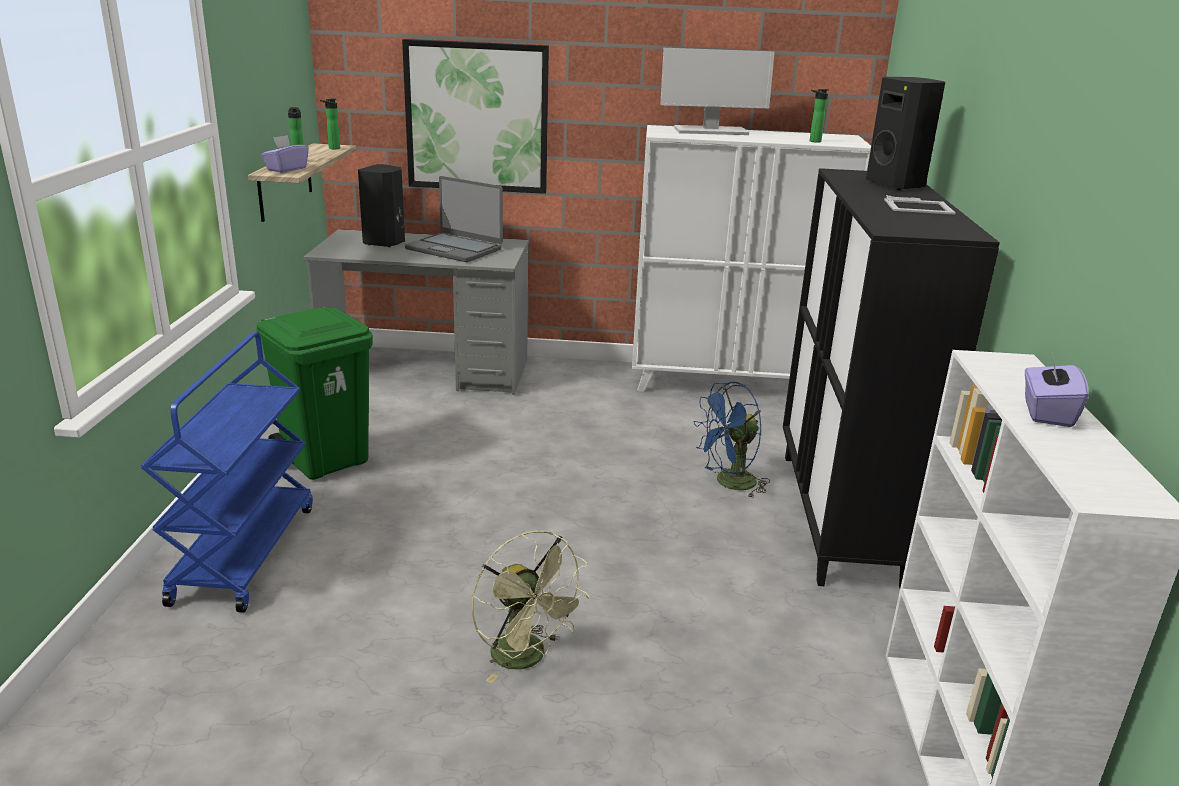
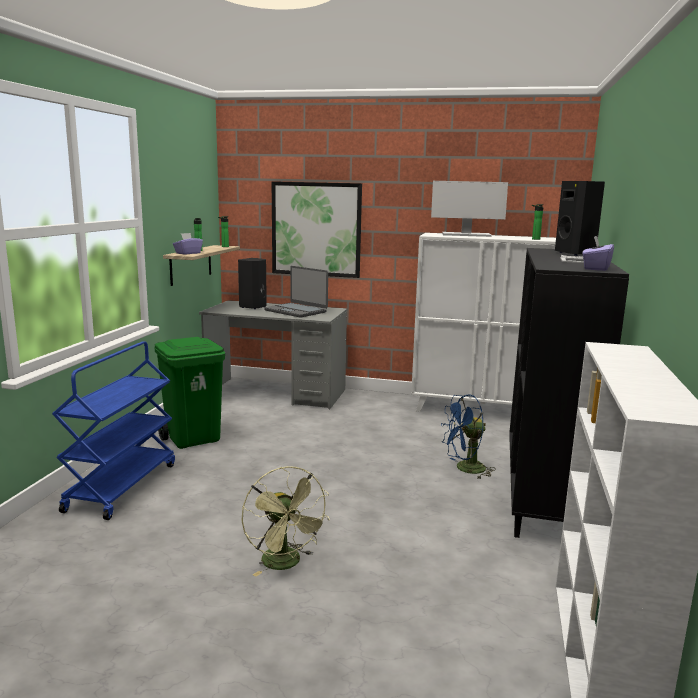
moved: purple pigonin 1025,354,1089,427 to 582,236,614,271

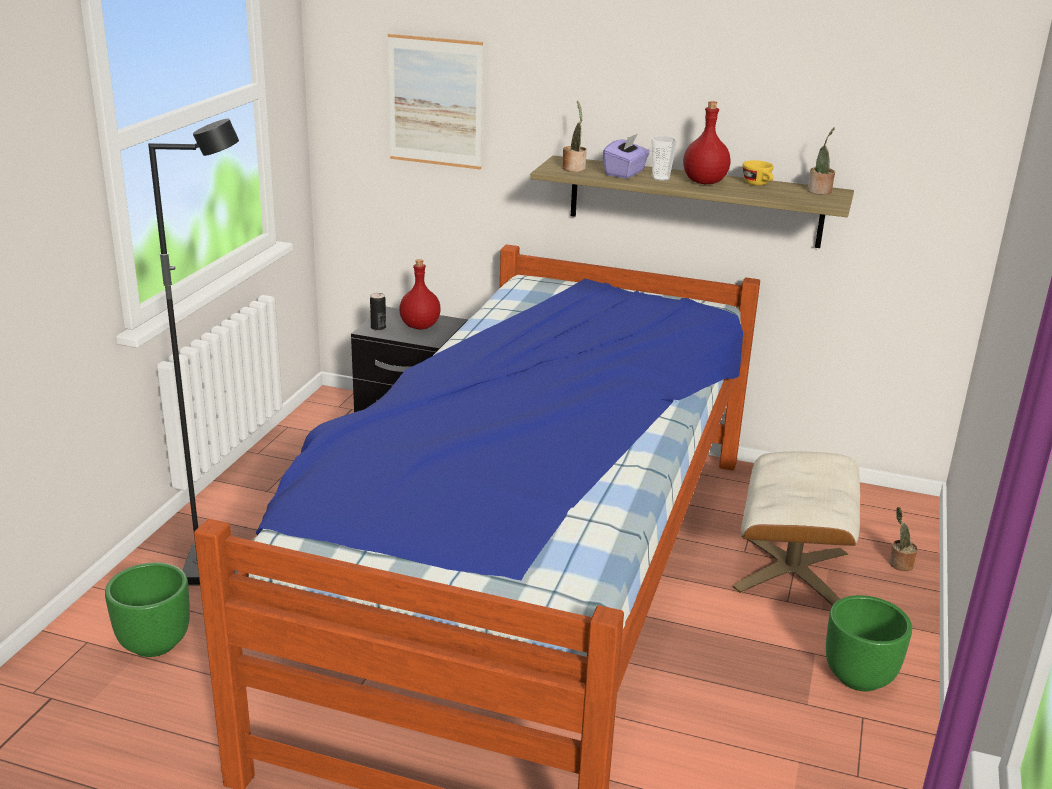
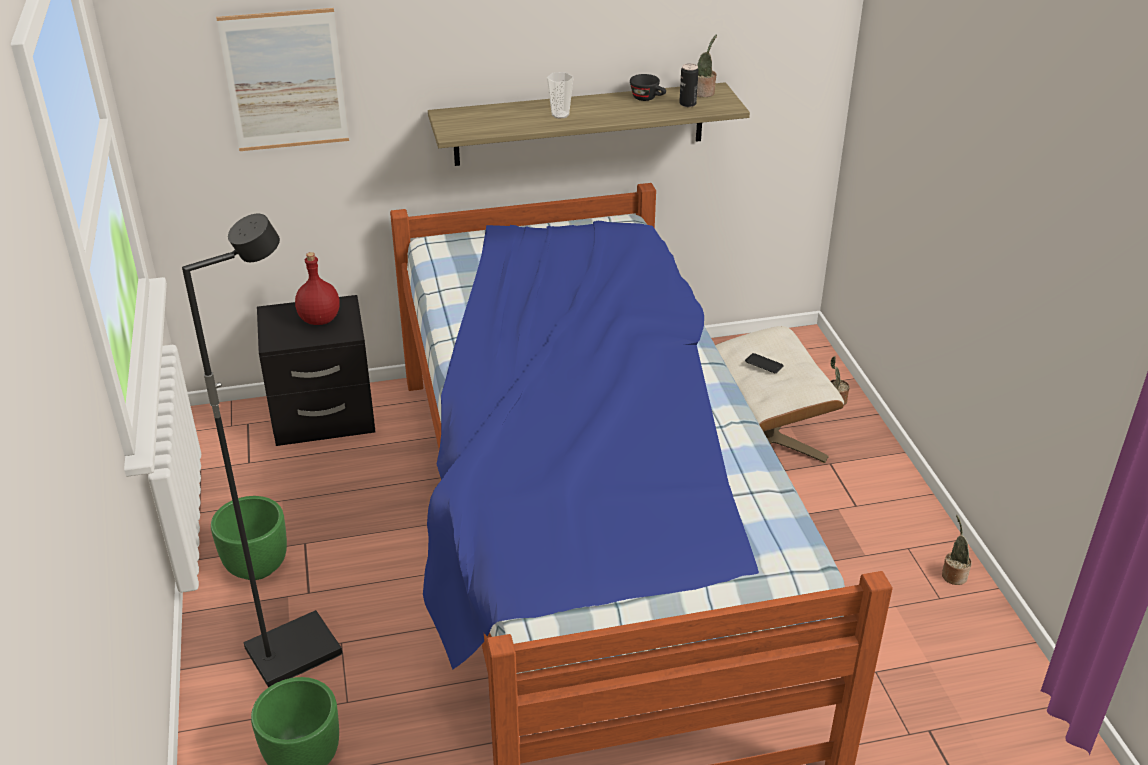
removed: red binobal 683,101,730,184; purple pigonin 603,134,650,179
added: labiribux 745,353,784,373
moved: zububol 562,101,587,172 to 942,515,972,585; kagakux 370,293,386,331 to 679,63,698,107; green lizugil 826,595,912,691 to 211,496,287,580
recoloured: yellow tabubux 743,160,774,186 to black tabubux 630,74,666,101

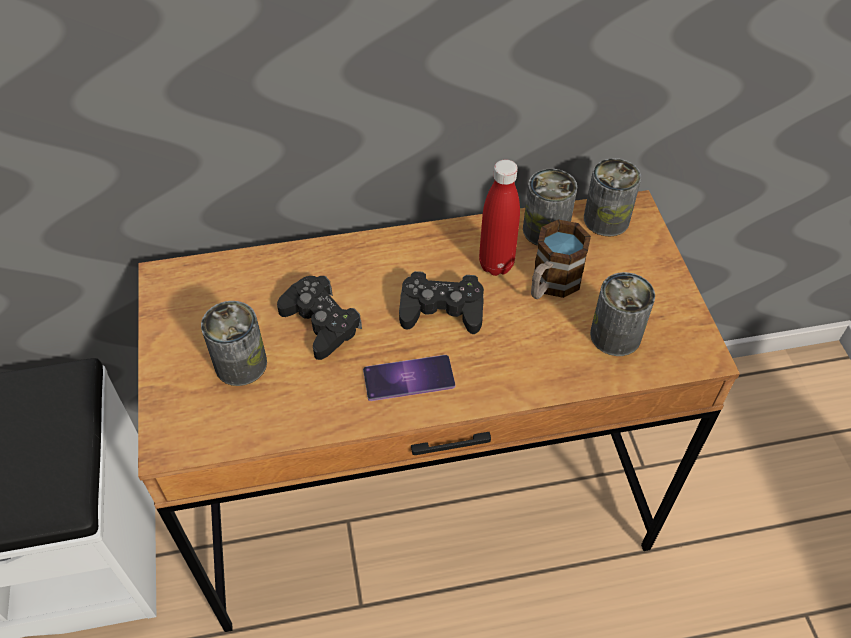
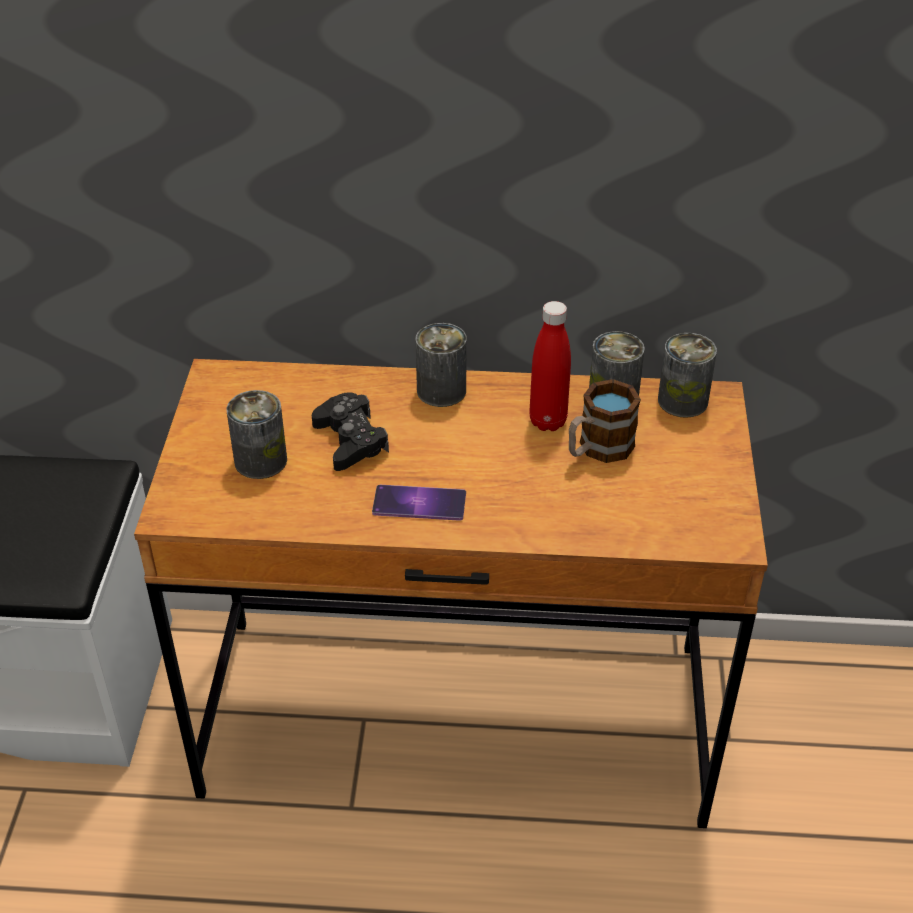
removed: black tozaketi 399,271,484,334
moved: kagakux 590,272,655,356 to 416,323,467,407

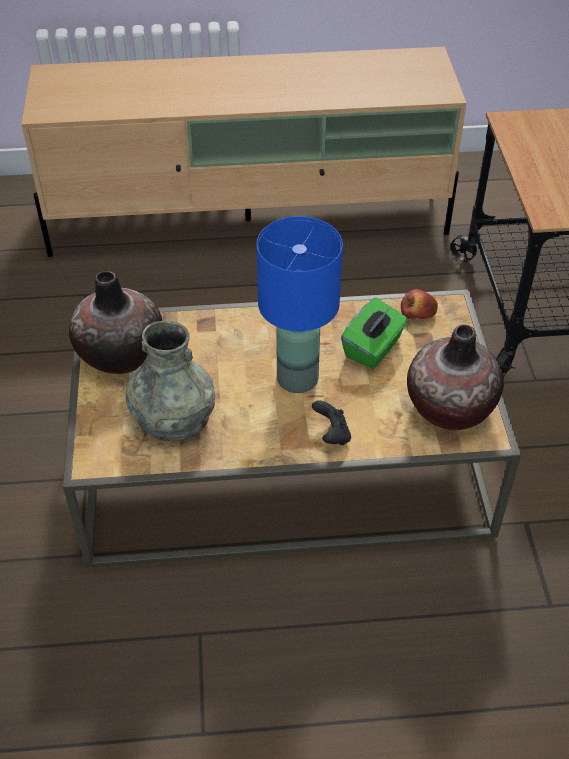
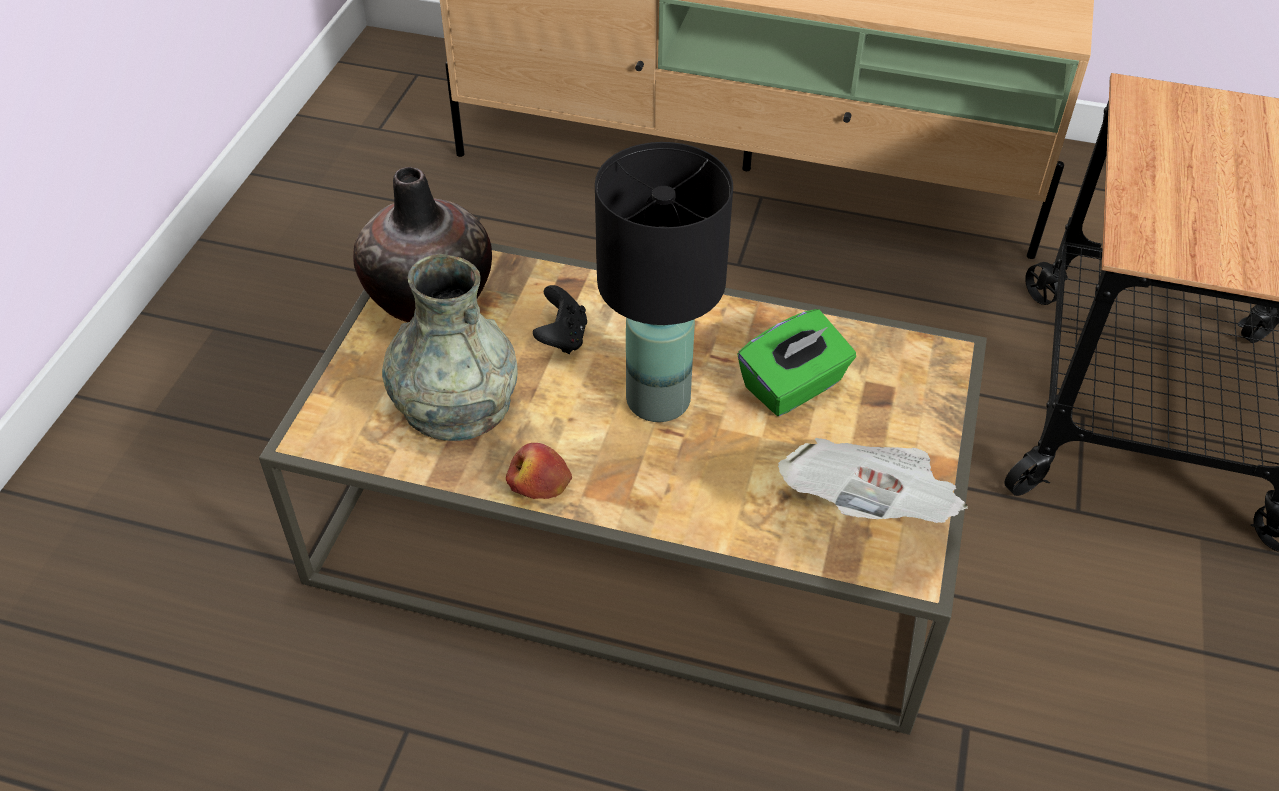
moved: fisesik 401,289,438,319 to 506,443,572,499; black tozaketi 312,400,351,445 to 533,285,587,354
replaced: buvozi 407,325,504,430 to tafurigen 778,438,968,523
recoloured: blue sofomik 256,216,343,393 to black sofomik 595,142,733,422

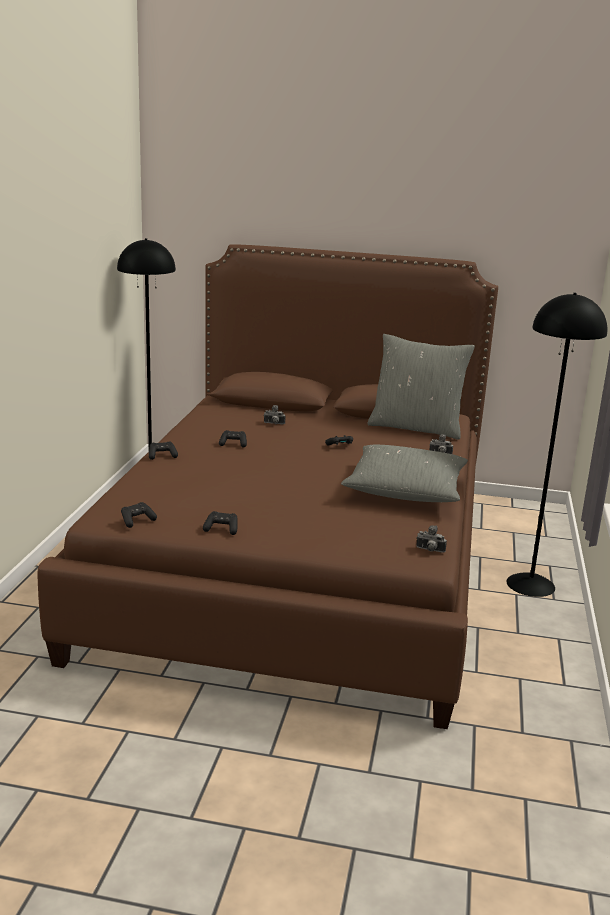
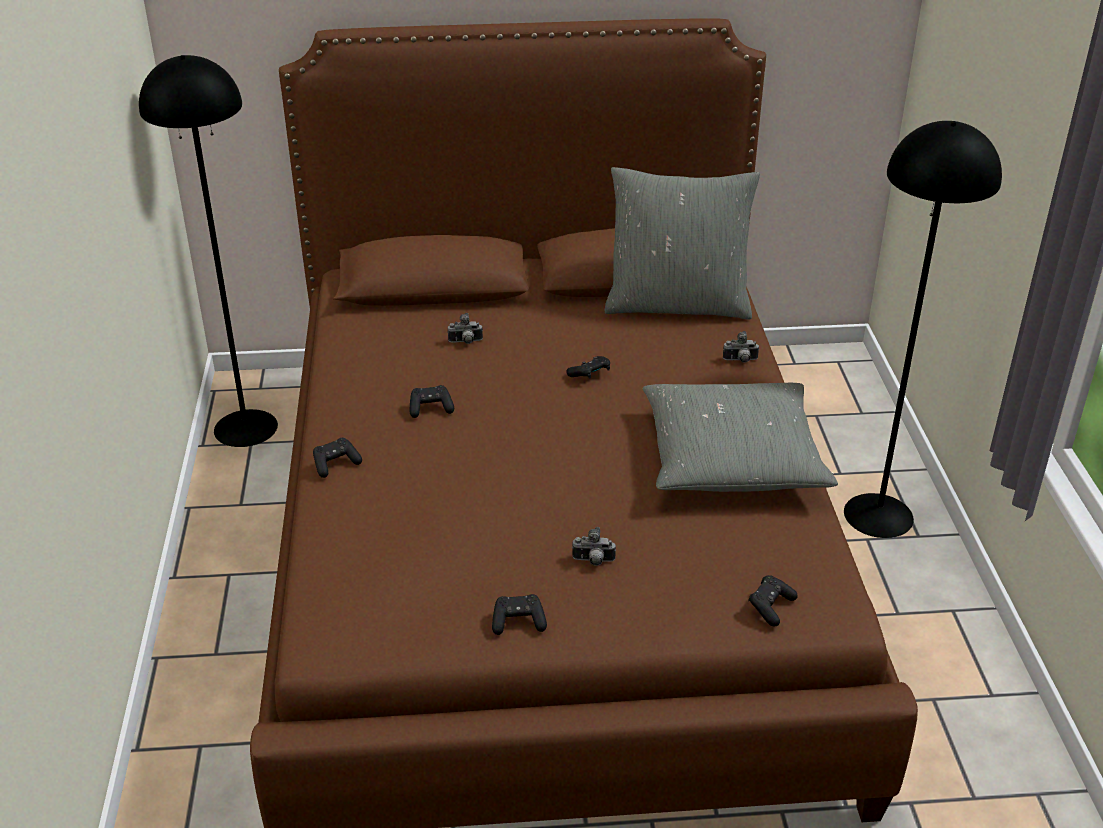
moved: black tozaketi 121,502,157,528 to 748,575,798,626; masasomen 416,525,447,553 to 572,527,616,566

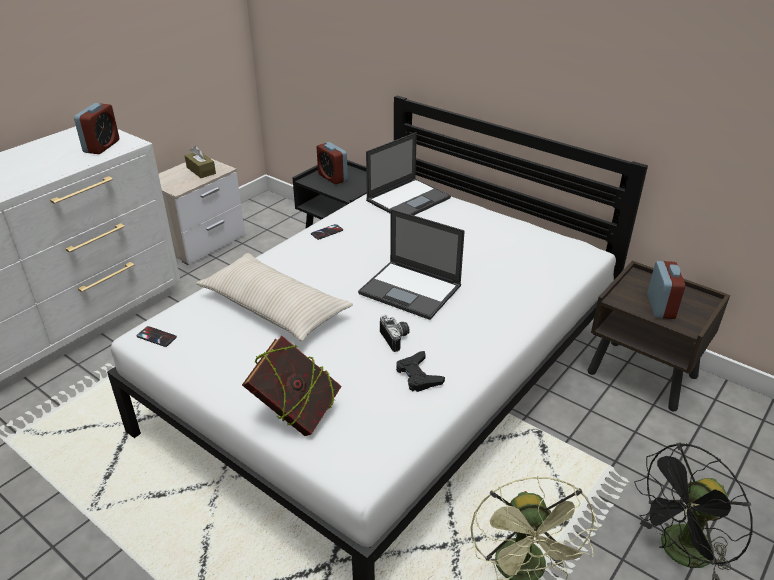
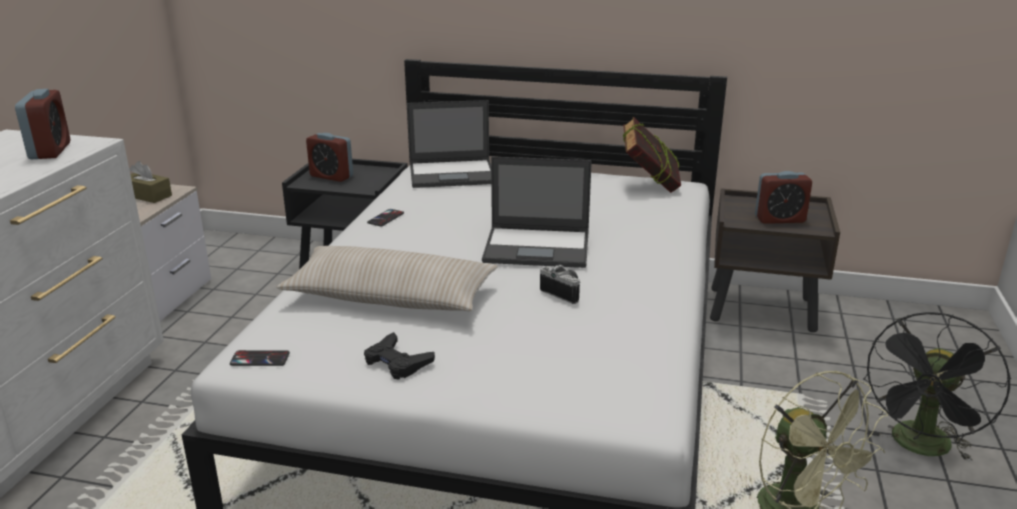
moved: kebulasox 242,336,342,436 to 623,117,681,193; black tozaketi 396,351,445,392 to 364,332,435,380
turned: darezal 366,132,451,215 = 407,100,491,188 60 degrees clockwise; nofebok 647,261,685,319 = 755,171,812,224 105 degrees clockwise

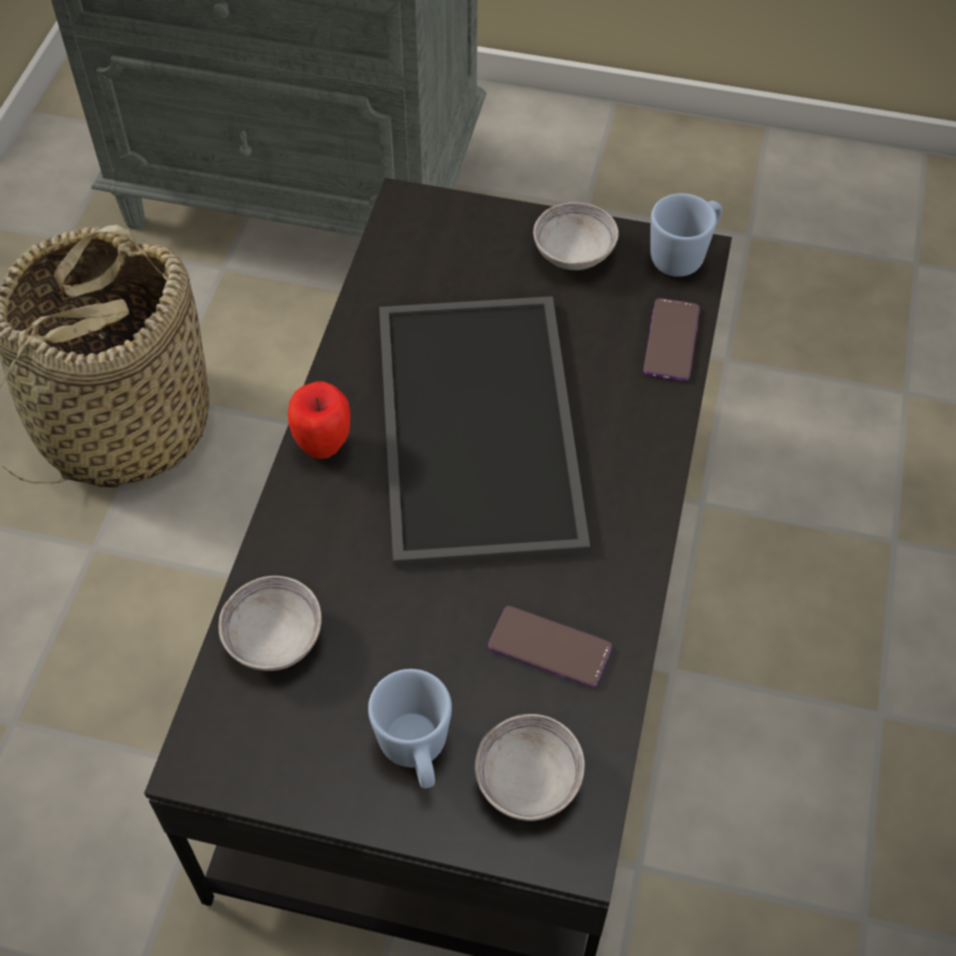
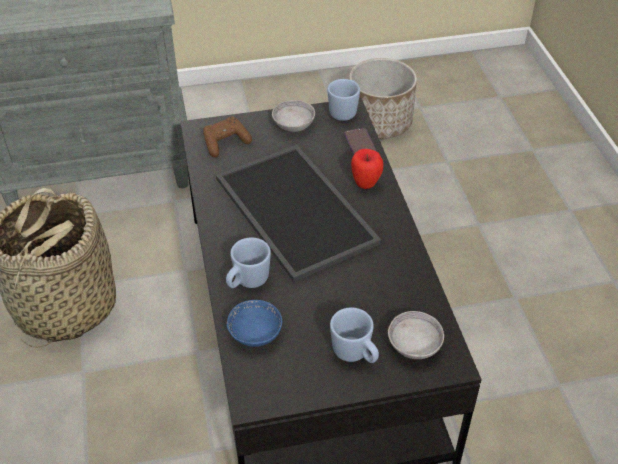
removed: labiribux 488,606,612,687
added: lizugil 349,58,417,139; brown tozaketi 203,117,252,157; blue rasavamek 226,238,271,288
moved: fisesik 288,382,350,459 to 351,149,383,189
recoloured: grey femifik 219,576,322,671 to blue femifik 227,300,282,347

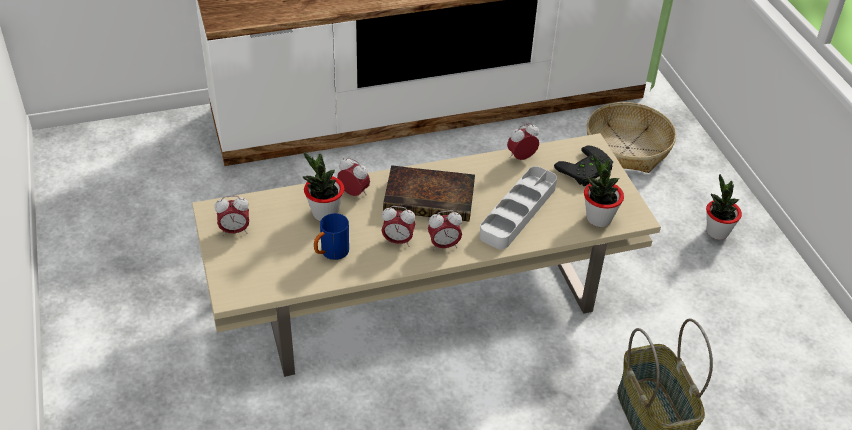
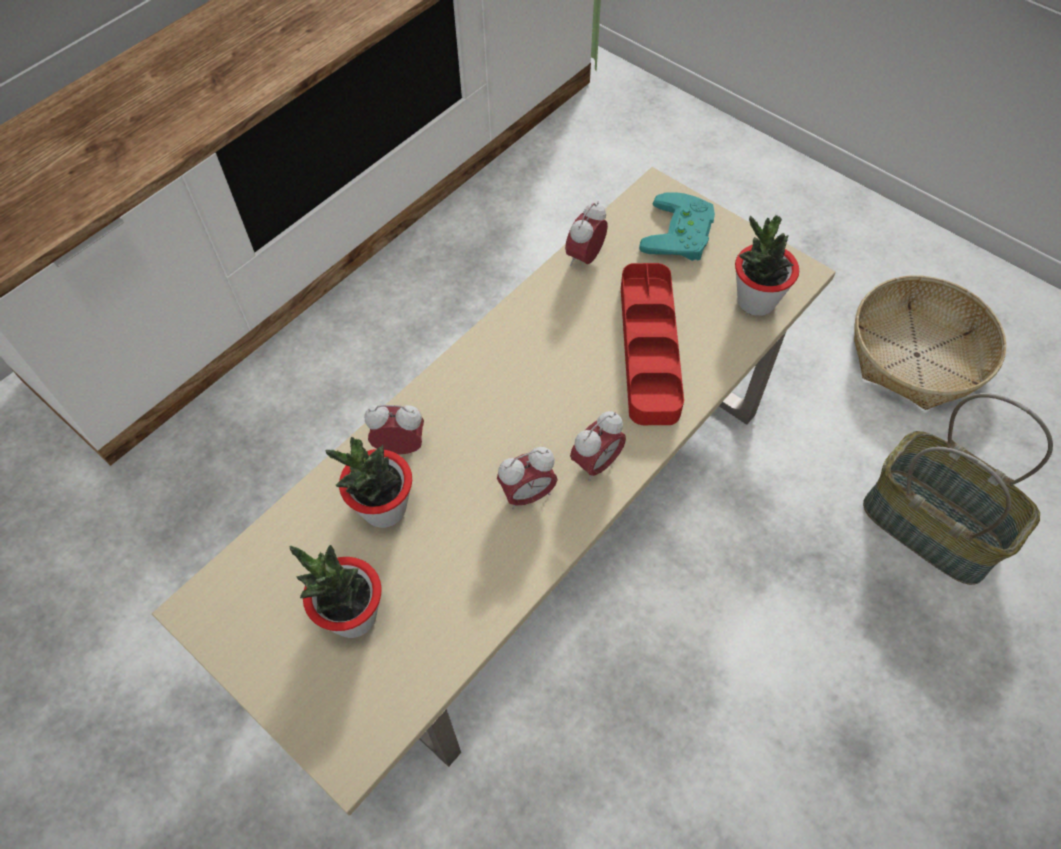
removed: kebulasox 383,165,475,222; nofebok 215,195,249,236; blue rasavamek 314,213,349,260
moved: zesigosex 587,102,676,173 to 854,276,1006,410; zububol 706,174,742,240 to 289,545,382,638
recoloured: black tozaketi 554,146,613,186 to turquoise tozaketi 639,192,715,261; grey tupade 479,166,557,249 to red tupade 621,263,684,425

